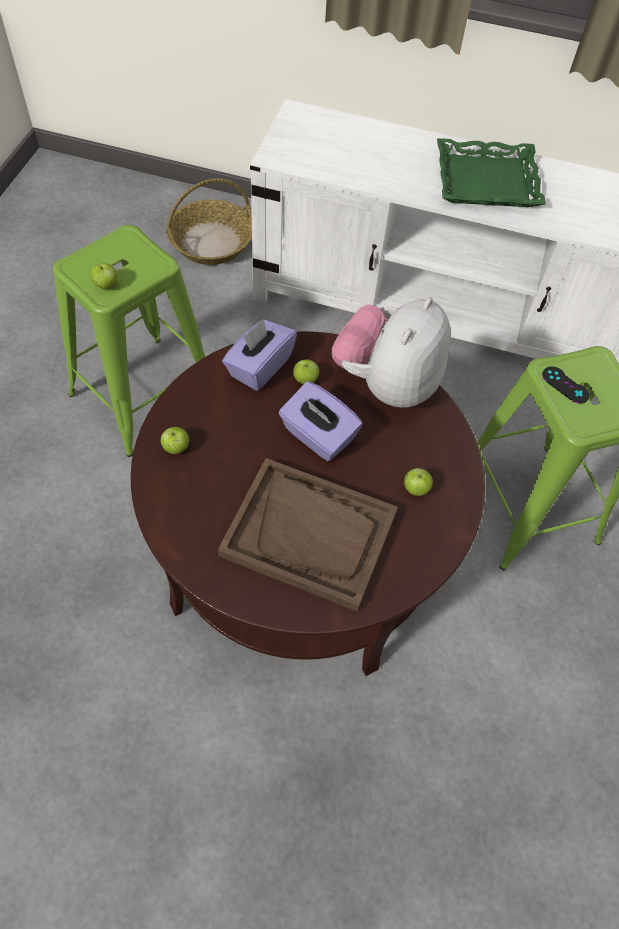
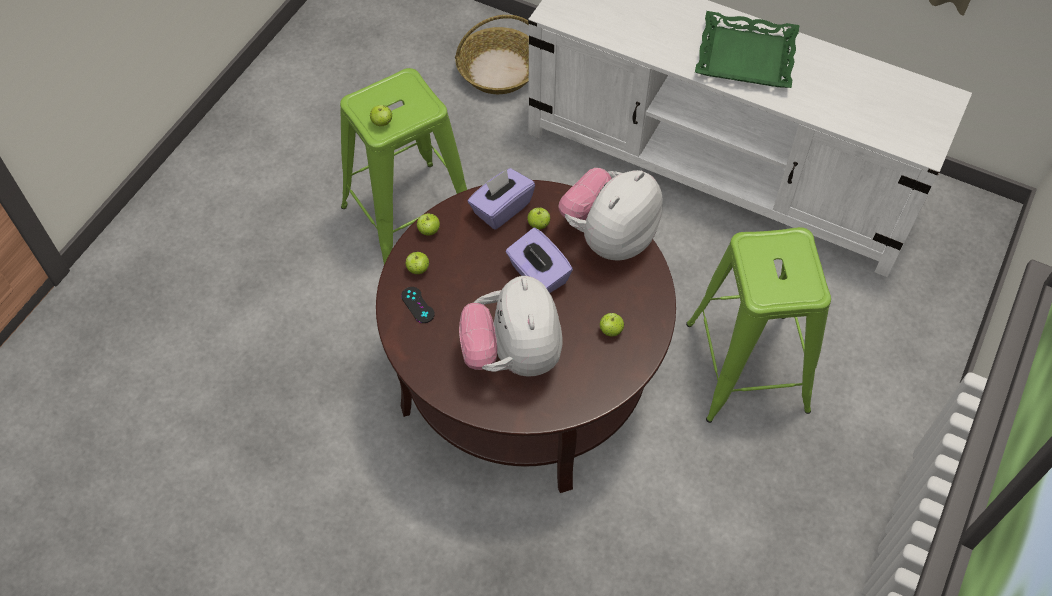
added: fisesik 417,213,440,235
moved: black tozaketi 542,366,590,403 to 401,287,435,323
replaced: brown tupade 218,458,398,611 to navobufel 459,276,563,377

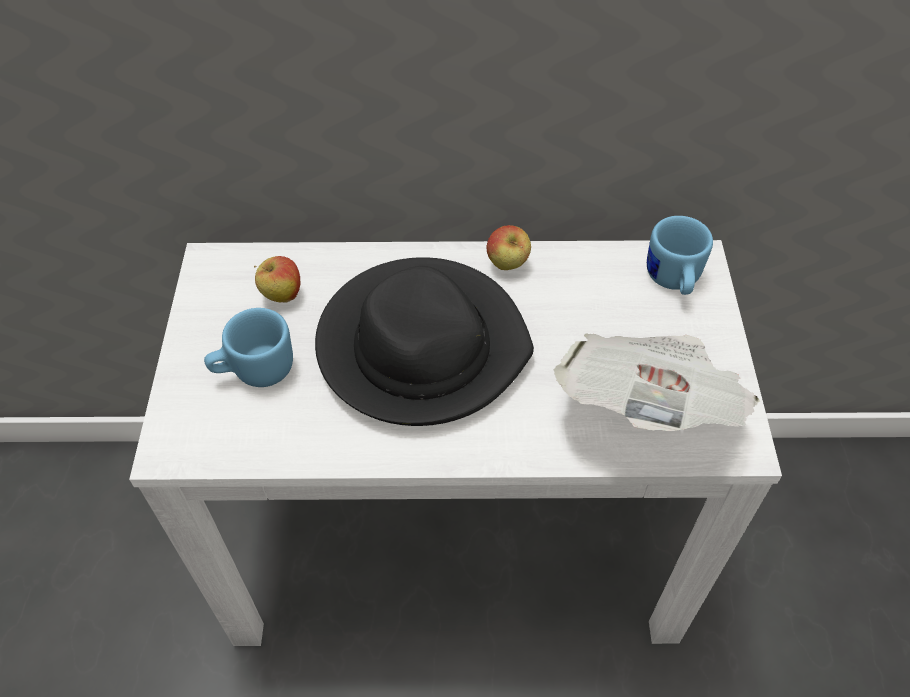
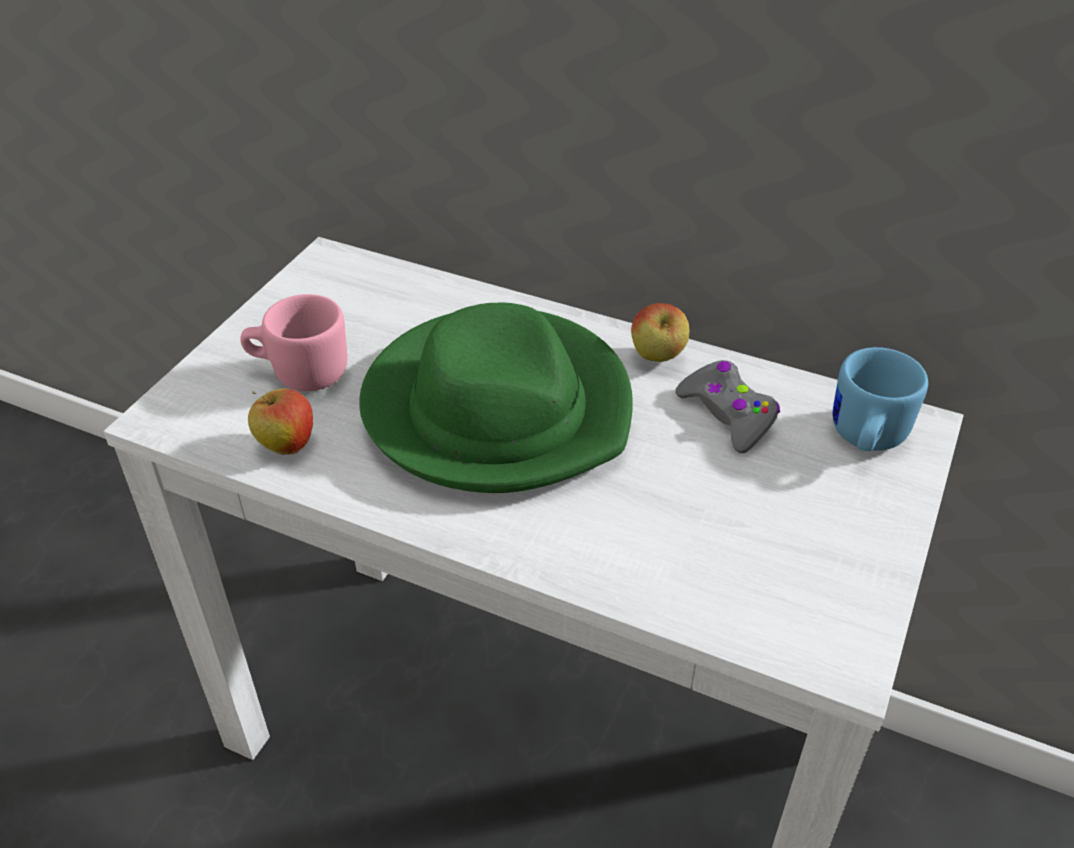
removed: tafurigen 554,334,760,431
added: grey tozaketi 676,360,780,453
moved: fisesik 254,256,301,303 to 248,389,313,455
recoloured: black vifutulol 315,257,534,426 to green vifutulol 359,303,633,493; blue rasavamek 204,308,293,387 to pink rasavamek 240,294,347,391

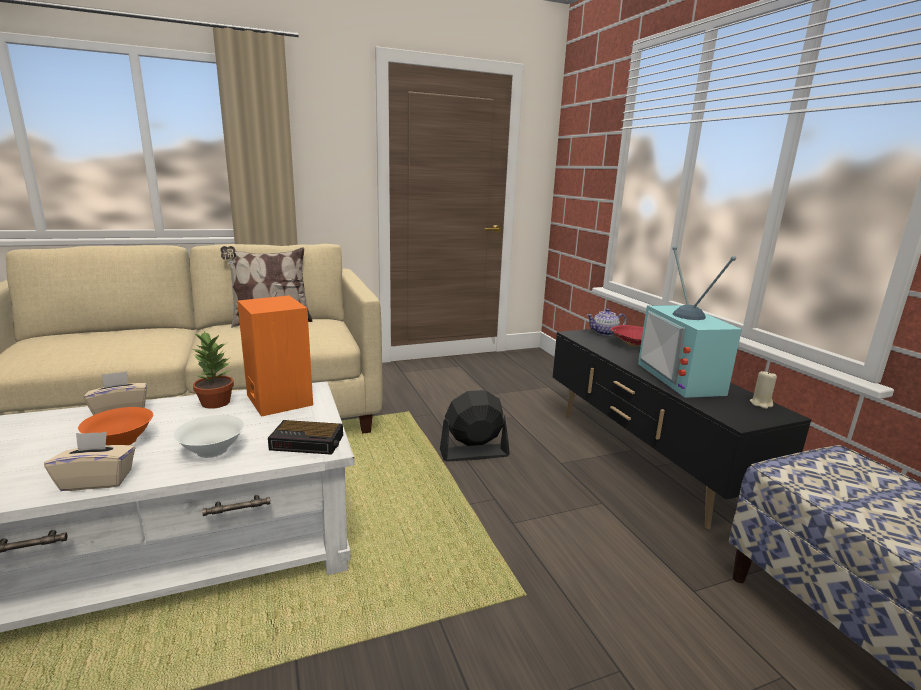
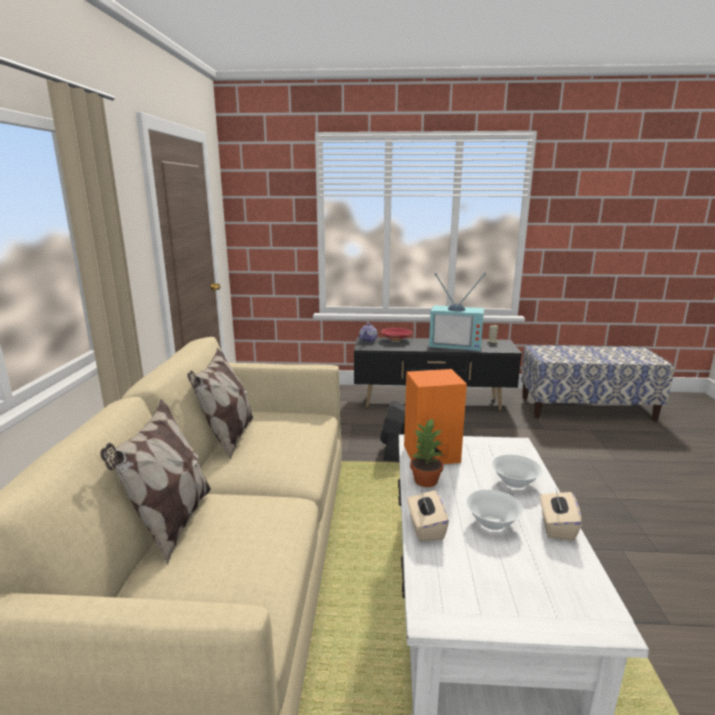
removed: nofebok 268,420,343,455
added: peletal 100,399,211,565
recoloured: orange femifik 78,407,153,445 to white femifik 466,490,523,530

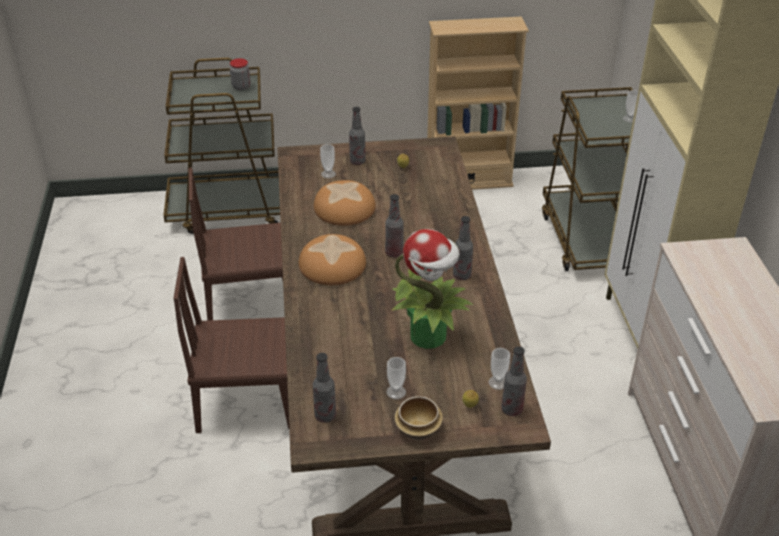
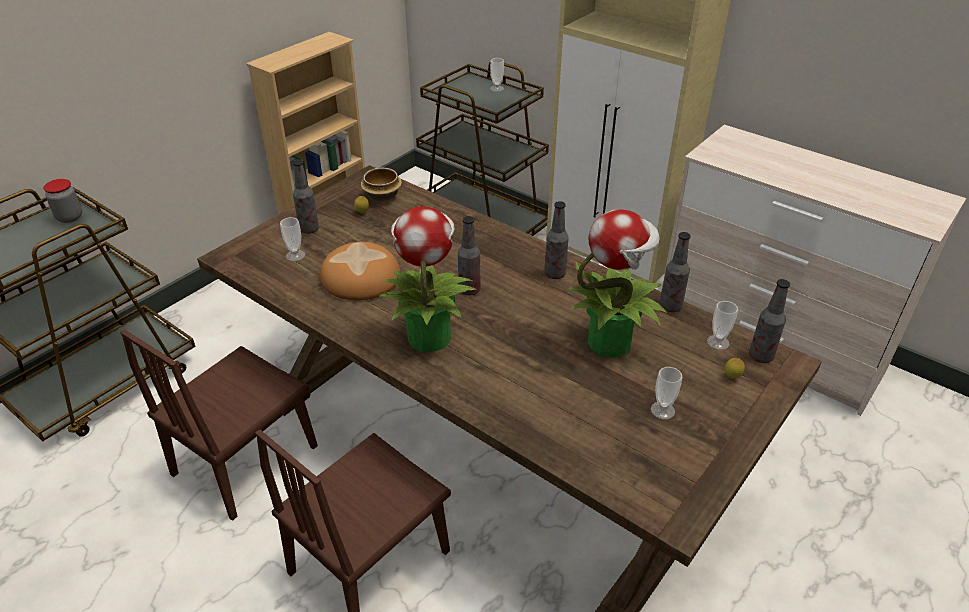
moved: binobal 313,353,336,423 to 659,232,691,312; femifik 395,396,443,440 to 361,168,402,202
replaced: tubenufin 299,234,366,285 to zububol 380,206,476,352

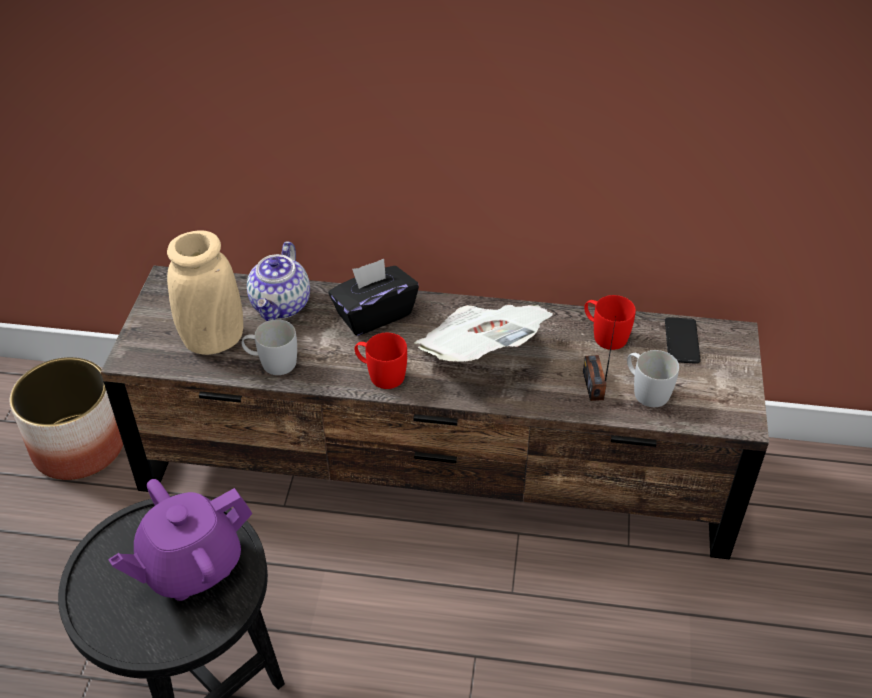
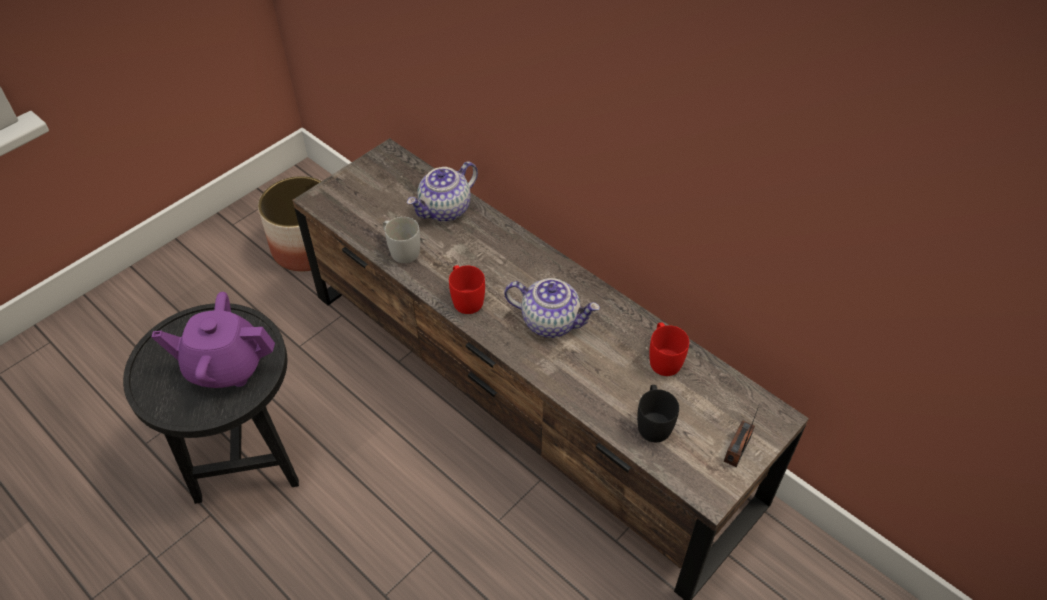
removed: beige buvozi 167,230,243,355; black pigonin 328,259,419,336; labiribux 665,317,701,364
moved: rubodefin 583,317,616,401 to 724,406,759,467
replaced: tafurigen 414,305,553,362 to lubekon 504,278,600,338
recoloured: white rasavamek 627,350,679,407 to black rasavamek 637,385,679,442

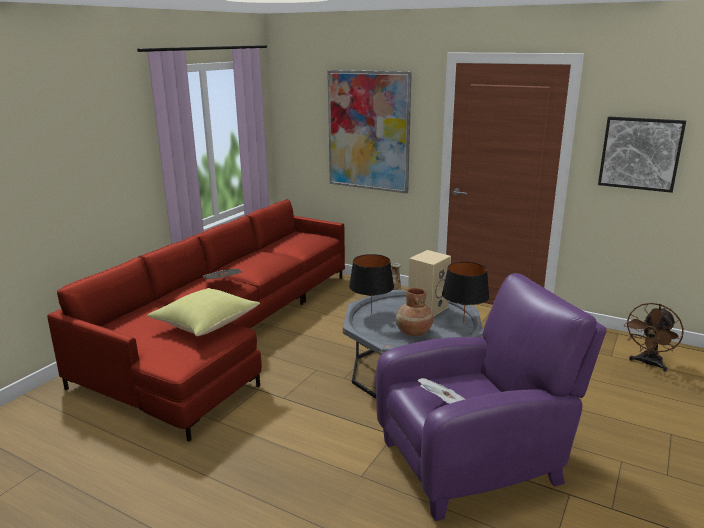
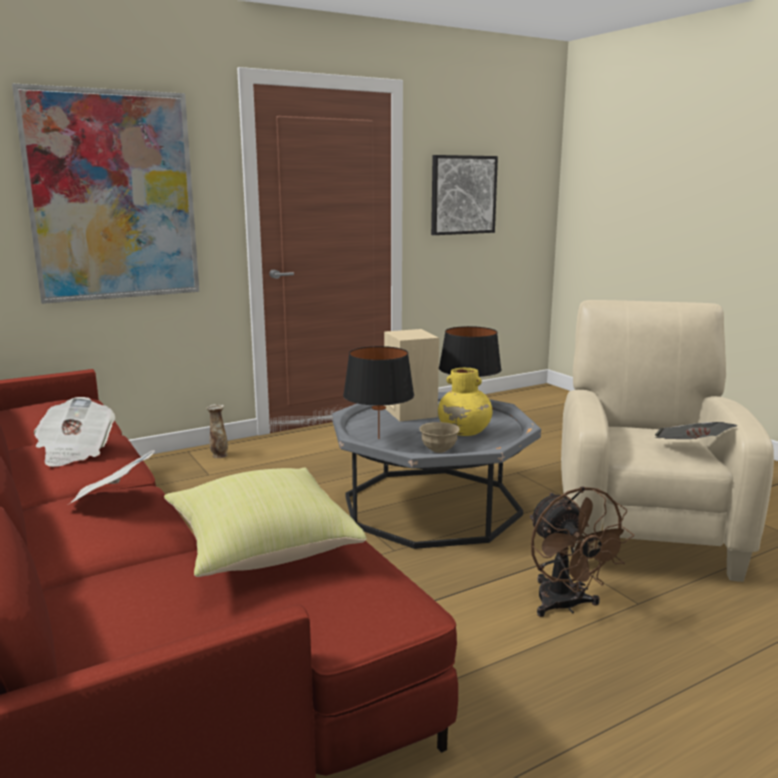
added: tafurigen 34,397,115,467; beige femifik 419,422,460,453
moved: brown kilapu 624,303,684,372 to 529,487,634,617
recoloured: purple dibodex 376,273,607,521 to beige dibodex 561,300,774,582; brown buvozi 396,288,433,336 to yellow buvozi 438,368,492,436

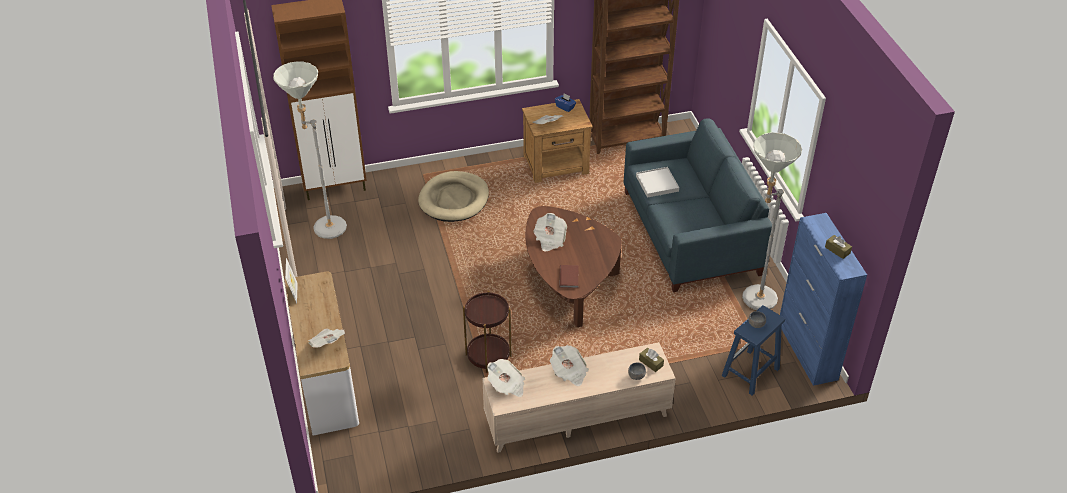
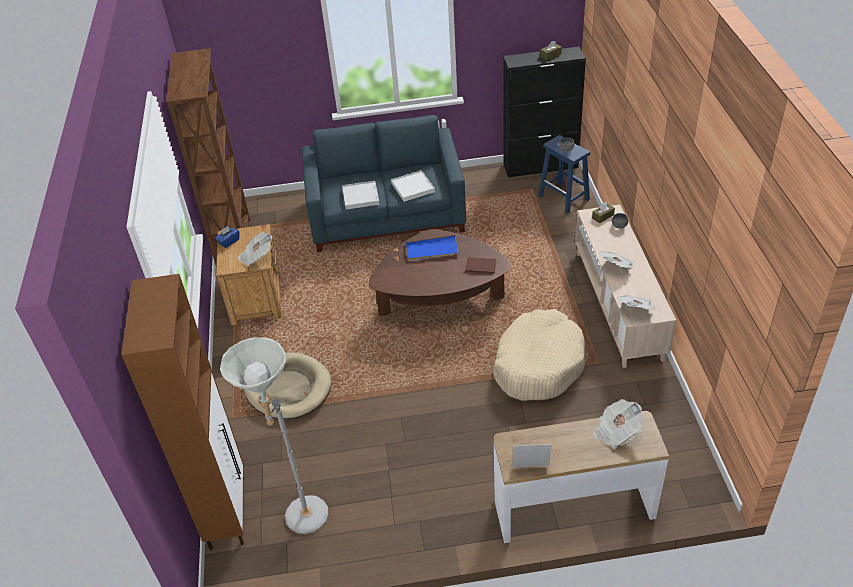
removed: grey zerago 742,132,802,310; tafurigen 533,213,567,251
added: white tupade 391,170,435,202; blue tupade 406,235,459,261
replaced: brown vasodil 463,291,511,373 to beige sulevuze 493,309,586,401
recoloured: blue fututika 780,213,867,386 to black fututika 503,47,586,178

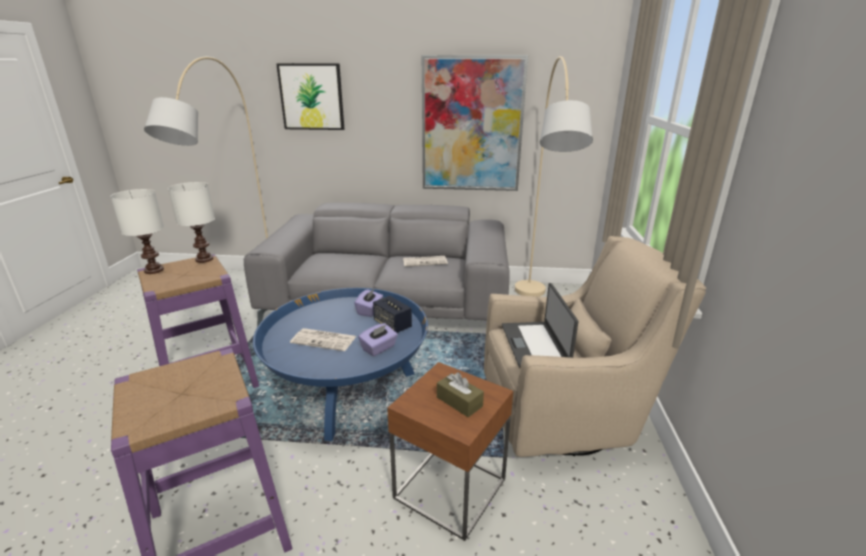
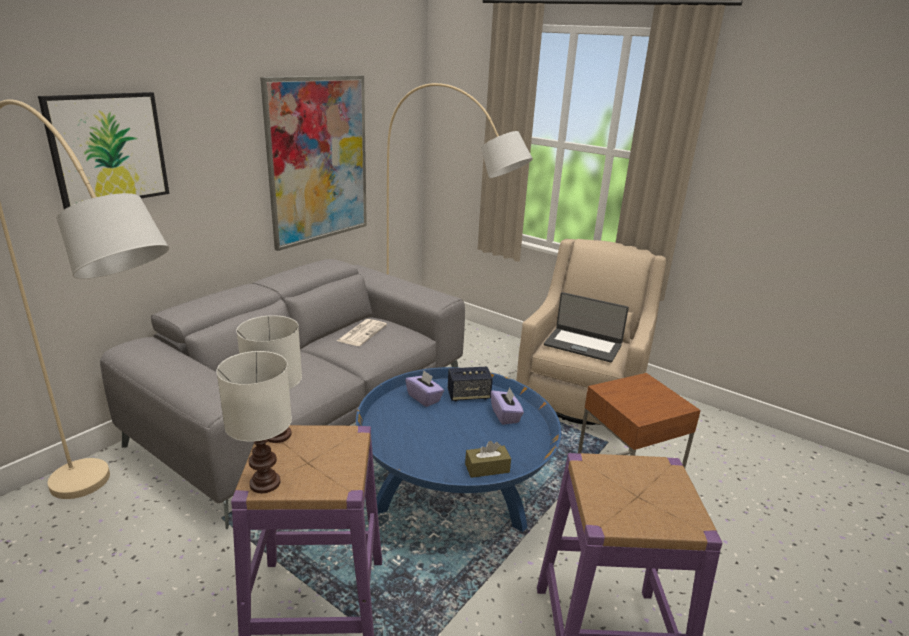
removed: tafurigen 290,328,357,351
moved: brown pigonin 437,372,484,417 to 465,441,511,478

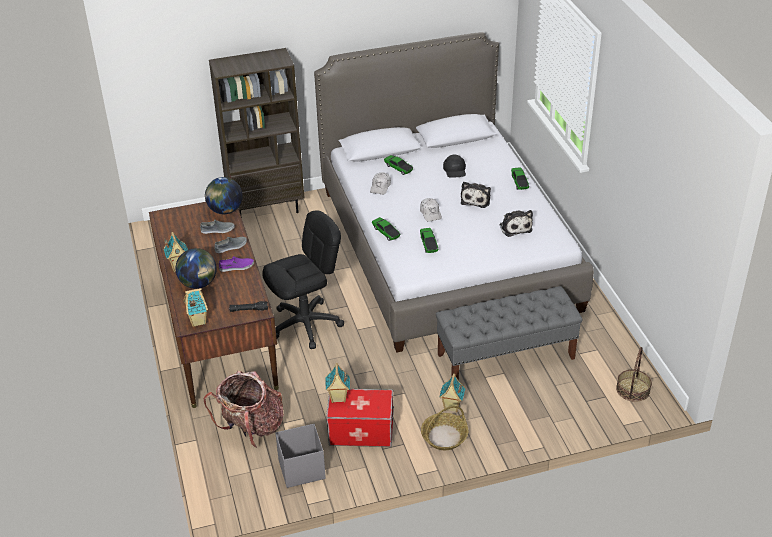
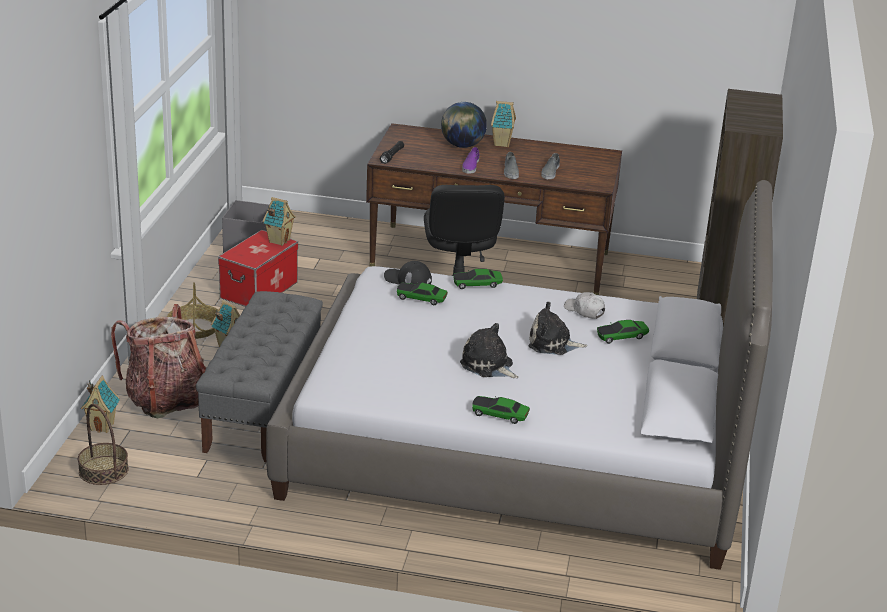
removed: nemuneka 205,177,243,214; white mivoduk 420,198,442,222
moved: black mivoduk 443,155,466,177 to 384,261,432,284; navobufel 499,210,533,237 to 528,302,587,355; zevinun 183,288,208,327 to 81,376,120,433; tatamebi 204,371,284,448 to 111,304,206,418

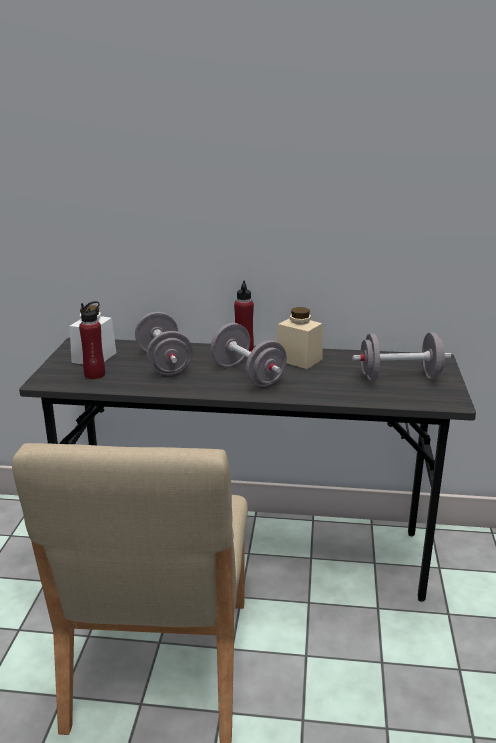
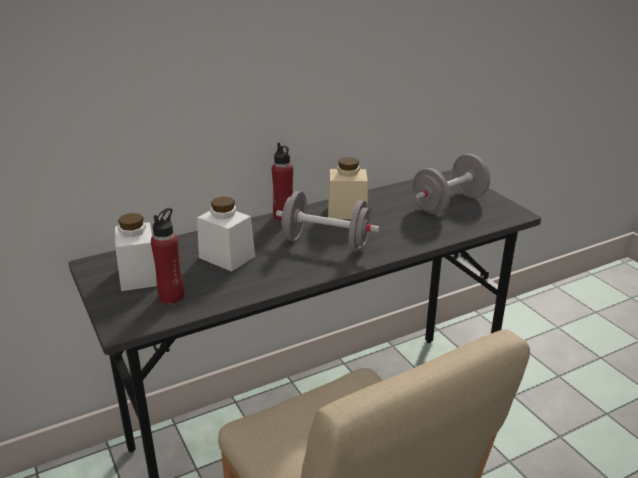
replaced: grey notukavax 135,312,193,376 to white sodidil 197,196,255,272

